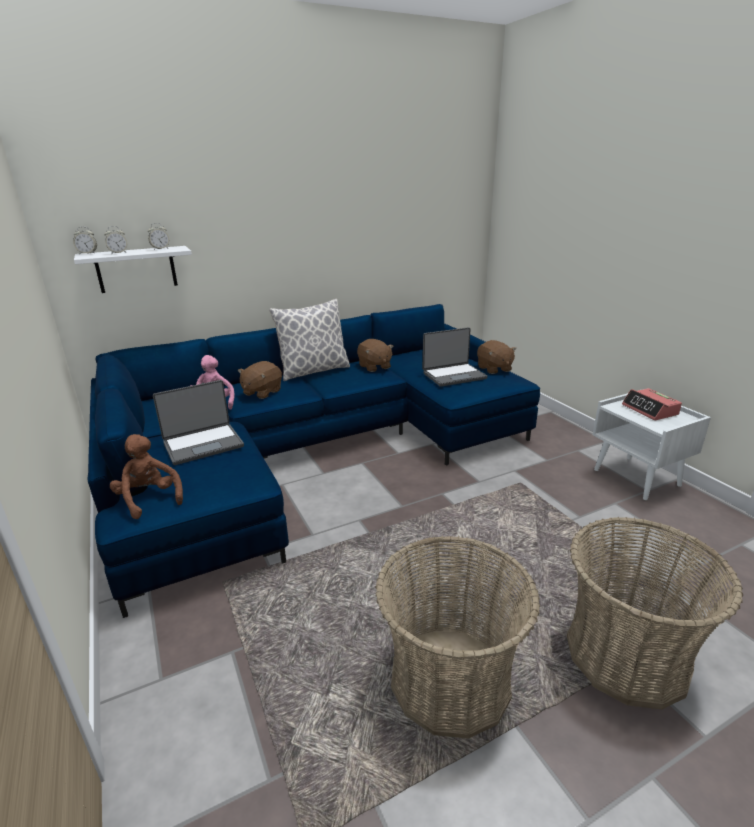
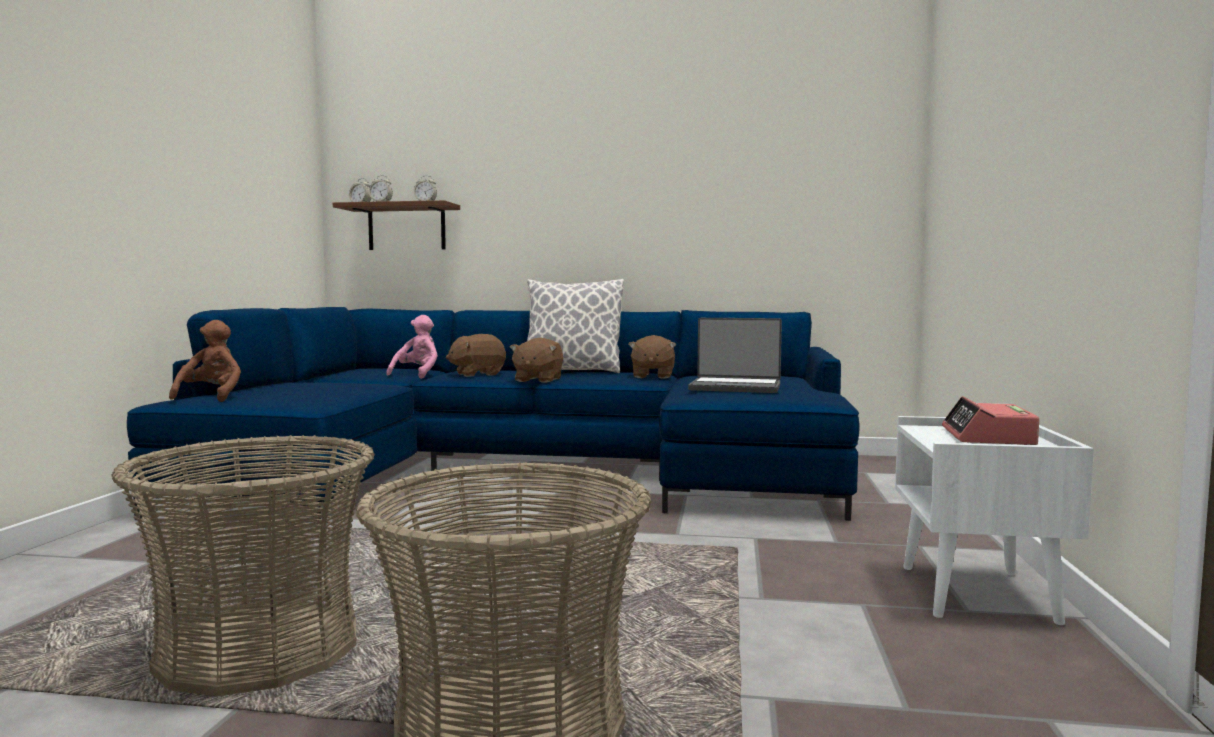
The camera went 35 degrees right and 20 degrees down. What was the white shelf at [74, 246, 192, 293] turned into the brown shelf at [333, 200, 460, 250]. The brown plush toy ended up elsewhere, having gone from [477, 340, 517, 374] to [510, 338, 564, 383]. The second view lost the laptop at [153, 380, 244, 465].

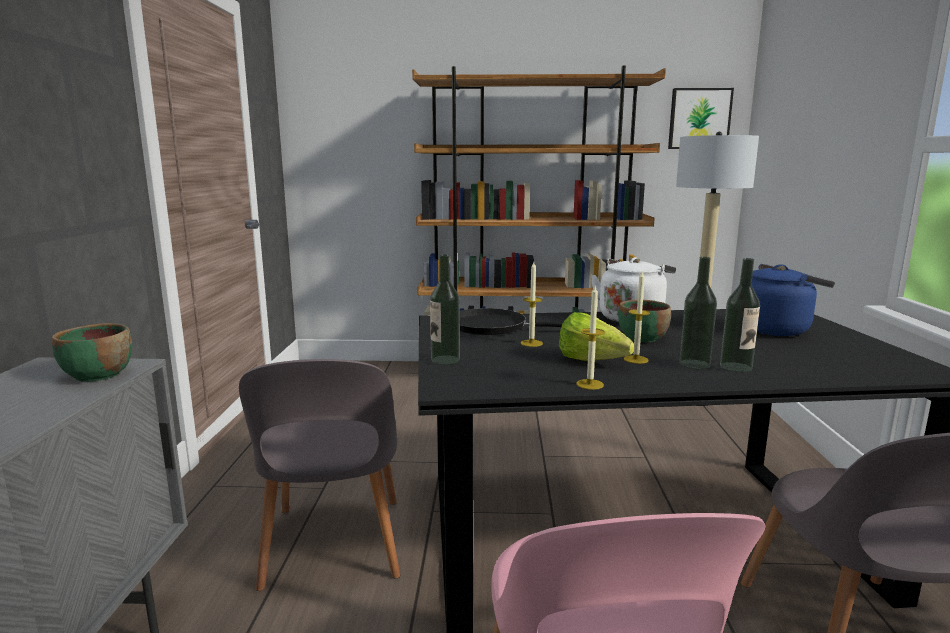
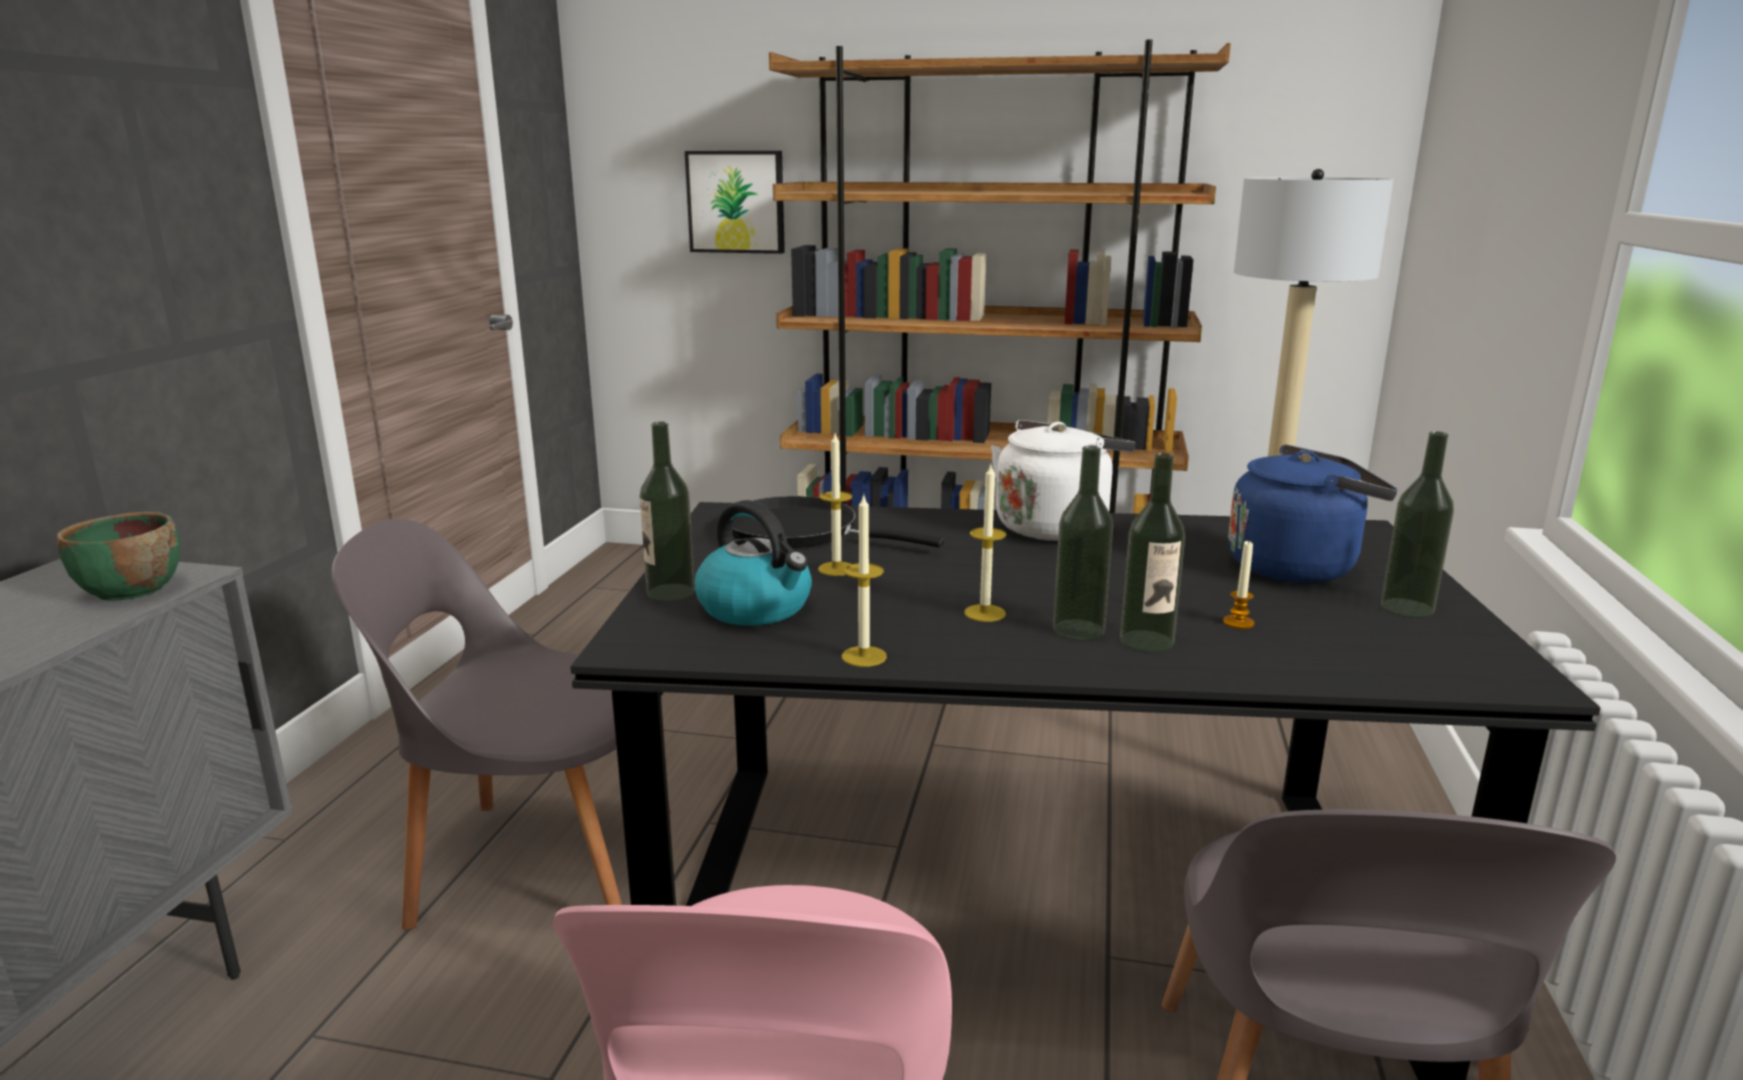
The camera went 10 degrees right and 5 degrees up. The picture ended up elsewhere, having gone from [668, 88, 734, 149] to [685, 151, 785, 254]. The second view lost the green bowl at [618, 300, 671, 342]. The second view lost the lettuce at [559, 312, 634, 361]. The grey chair at [239, 359, 400, 591] ended up facing another way, 90 degrees clockwise from before. The second view gained the bottle at [1381, 431, 1454, 618]. The second view gained the kettle at [695, 500, 812, 626]. The second view gained the candle at [1223, 541, 1254, 629].

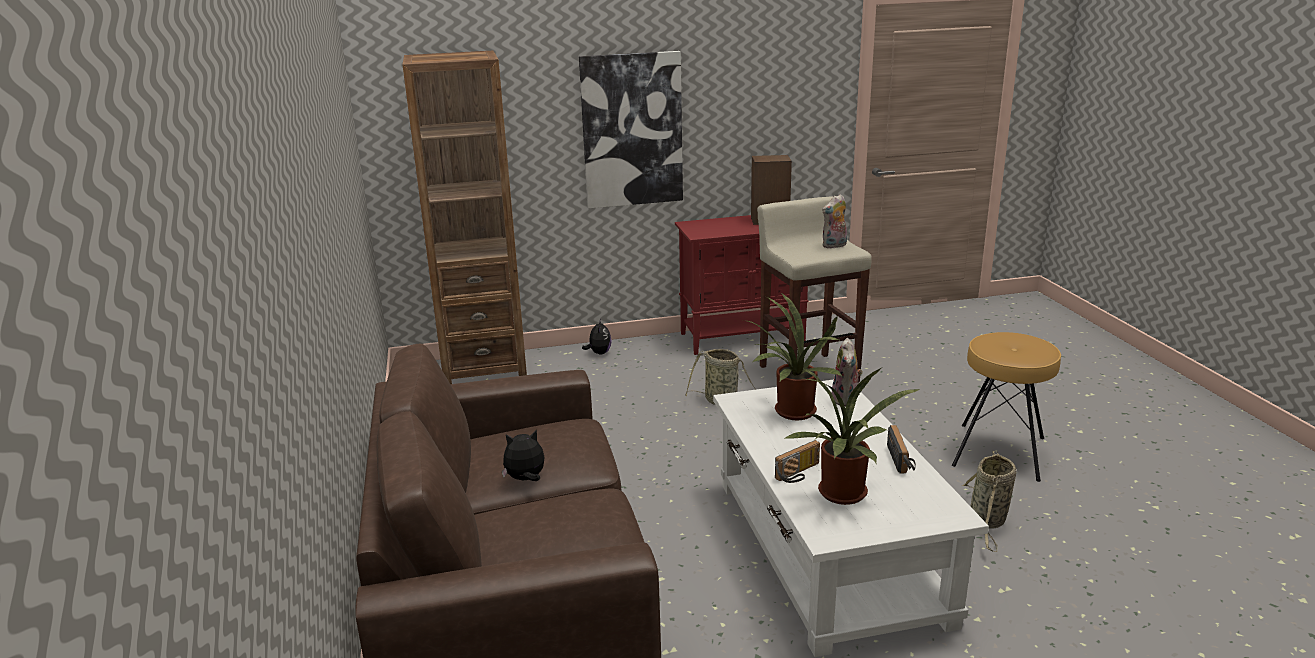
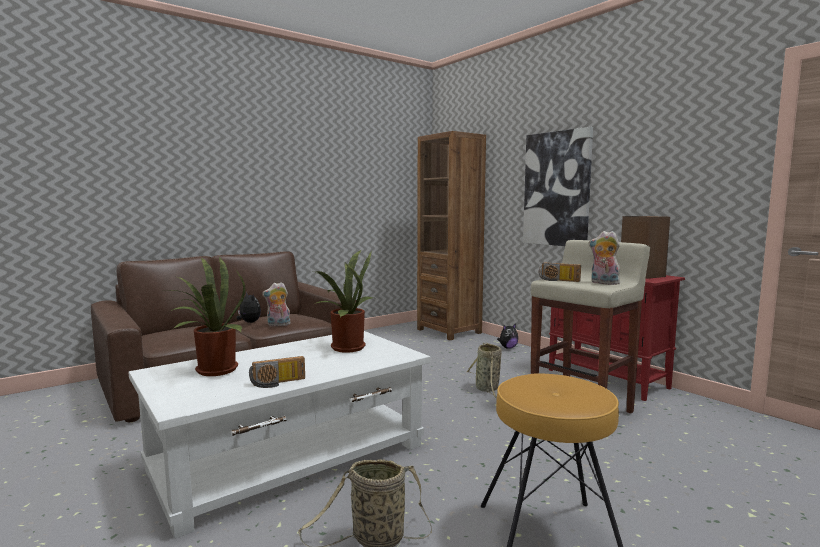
The camera went 65 degrees right and 15 degrees down. The plush toy ended up elsewhere, having gone from [832, 338, 863, 406] to [262, 282, 291, 327]. The radio ended up elsewhere, having gone from [775, 440, 820, 483] to [539, 262, 581, 282].

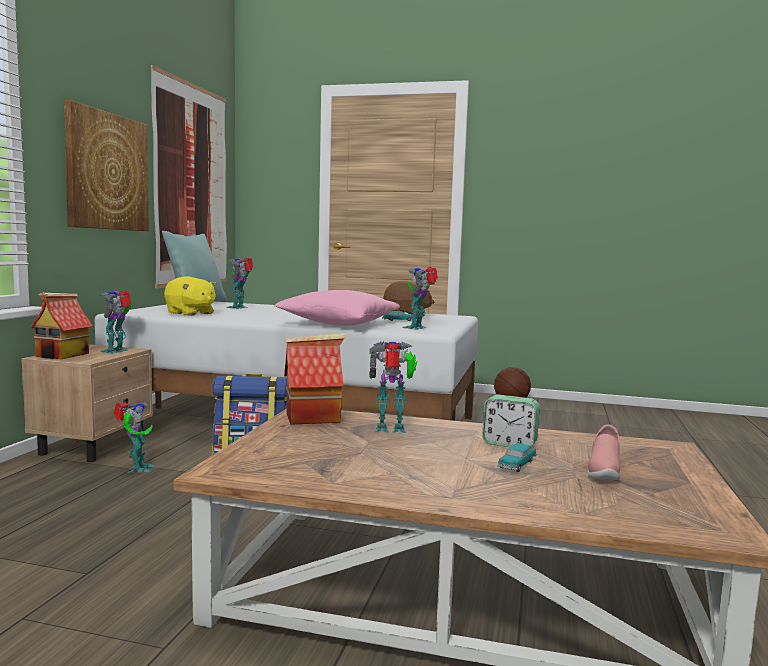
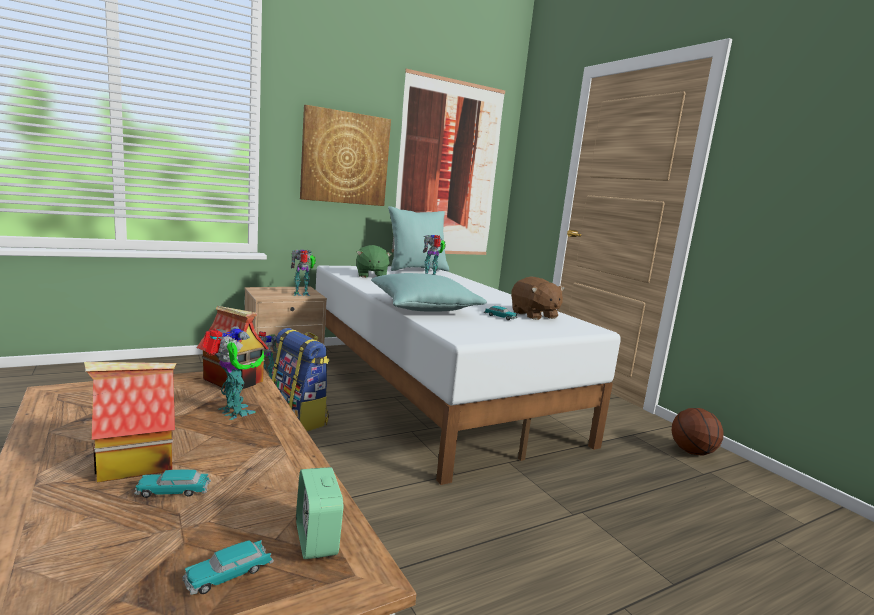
The camera went 45 degrees right and 5 degrees up. The second view lost the toy robot at [402, 267, 438, 330]. What was the yellow plush toy at [164, 276, 216, 316] turned into the green plush toy at [356, 245, 392, 278]. What was the pink pillow at [274, 290, 400, 326] turned into the turquoise pillow at [371, 273, 487, 312]. The toy house ended up elsewhere, having gone from [30, 293, 93, 359] to [84, 362, 177, 483]. The alarm clock ended up elsewhere, having gone from [482, 395, 540, 447] to [296, 467, 343, 559]. The second view lost the pink shoe at [587, 424, 620, 480]. The second view gained the toy car at [182, 540, 274, 595].

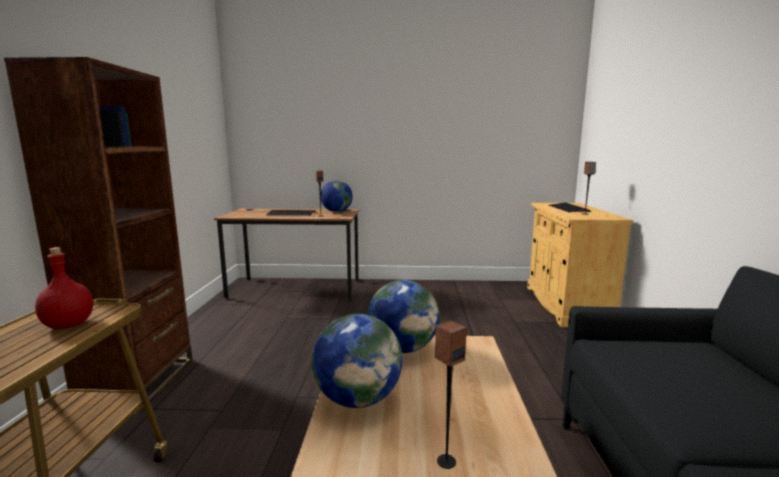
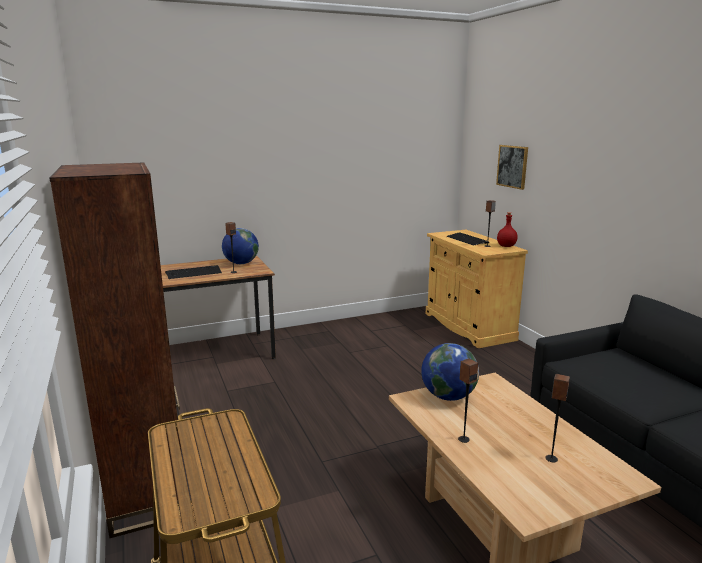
The camera went 25 degrees left and 5 degrees up. The red bottle ended up elsewhere, having gone from [35, 247, 93, 329] to [497, 212, 518, 247]. Where the globe stood at [312, 314, 402, 408], the speaker came to stand at [458, 358, 478, 443]. The second view gained the picture at [496, 145, 528, 190].

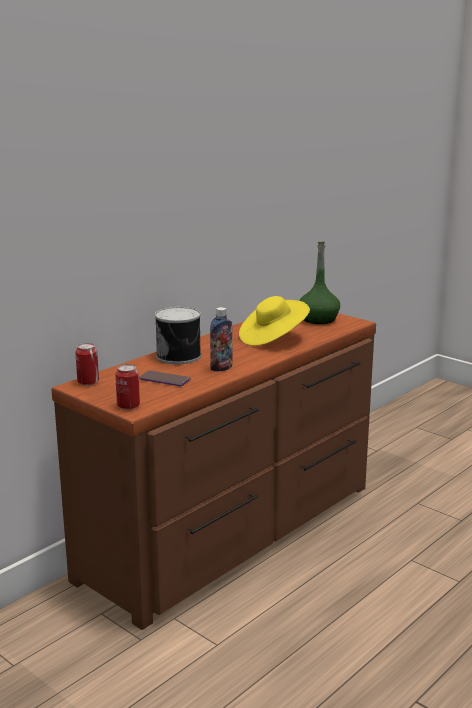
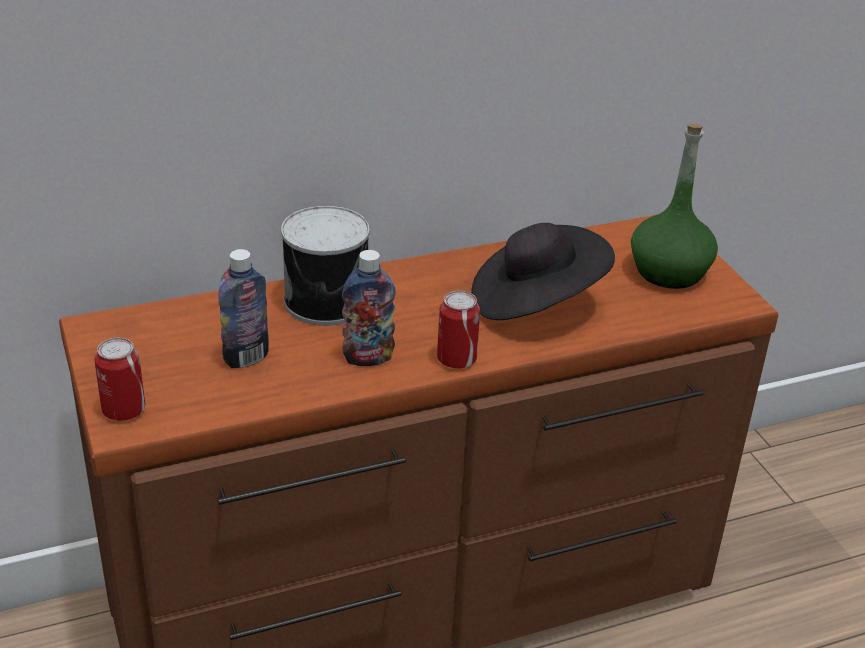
The camera went 25 degrees right and 15 degrees up. What was the yellow hat at [239, 296, 310, 346] turned into the black hat at [471, 223, 615, 320]. The can ended up elsewhere, having gone from [76, 343, 99, 386] to [437, 291, 480, 369]. Where the phone stood at [139, 370, 191, 386], the bottle came to stand at [219, 249, 269, 368].

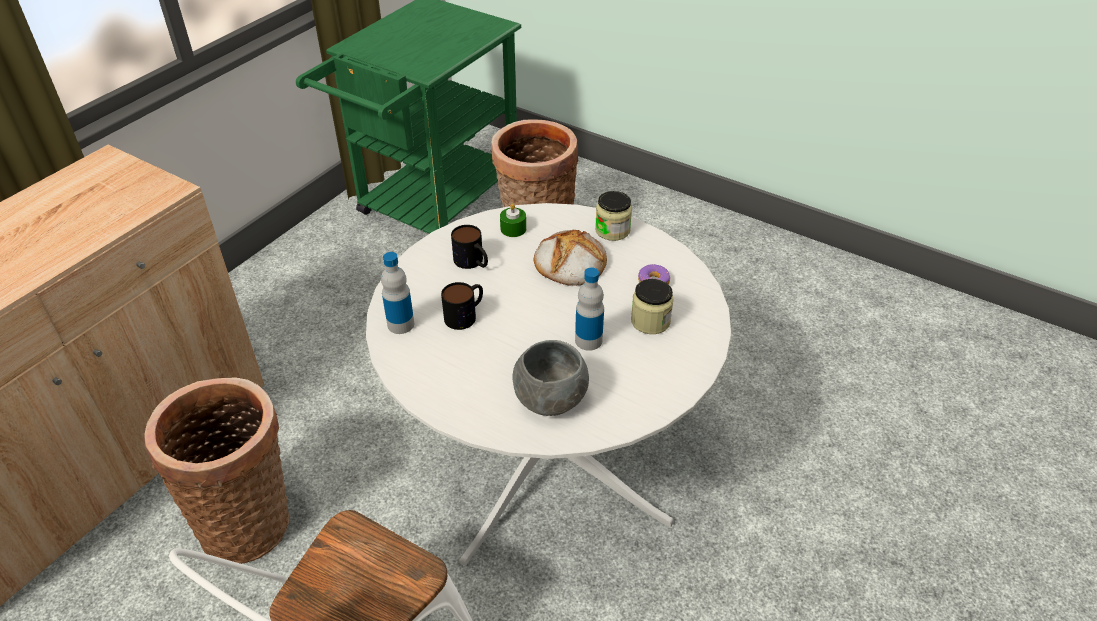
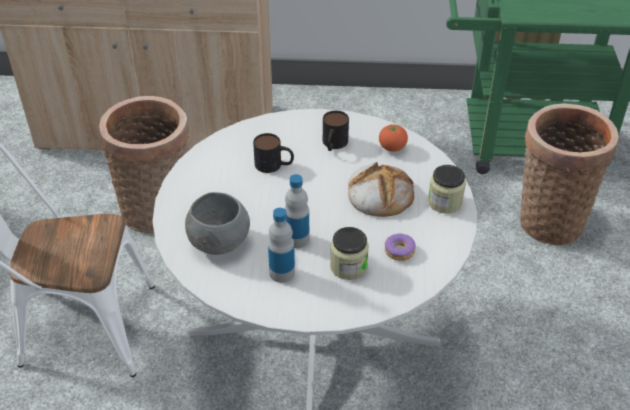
The camera went 60 degrees right and 0 degrees up. Where the green candle stood at [500, 203, 526, 237], the tomato came to stand at [379, 124, 408, 152]. The bottle ended up elsewhere, having gone from [381, 252, 414, 334] to [268, 208, 295, 283].

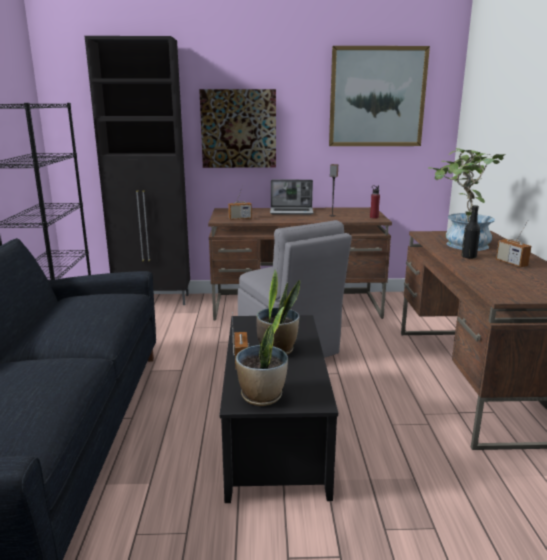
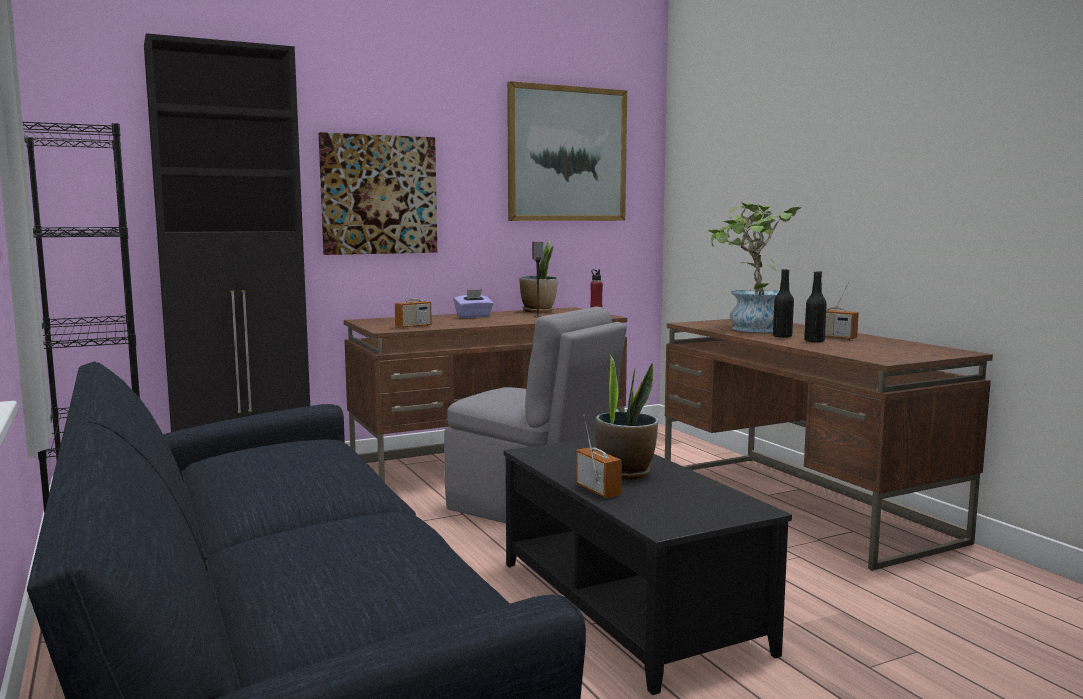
The camera went 25 degrees left and 10 degrees down. Where the laptop stood at [270, 180, 314, 215], the purple tissue box came to stand at [454, 289, 493, 318]. The potted plant ended up elsewhere, having gone from [236, 306, 288, 406] to [520, 240, 558, 313]. The second view gained the black bottle at [804, 271, 827, 343].

